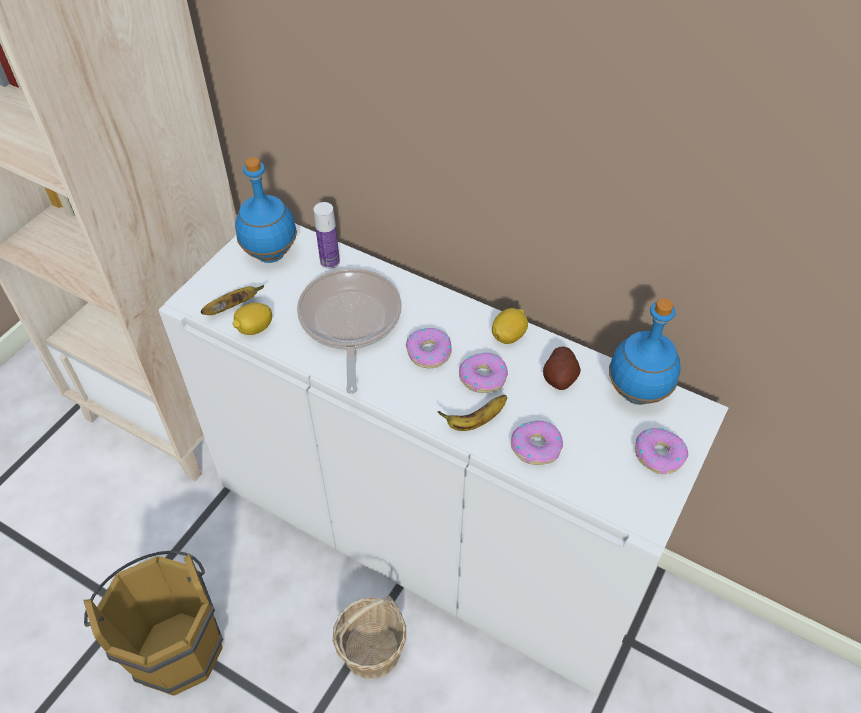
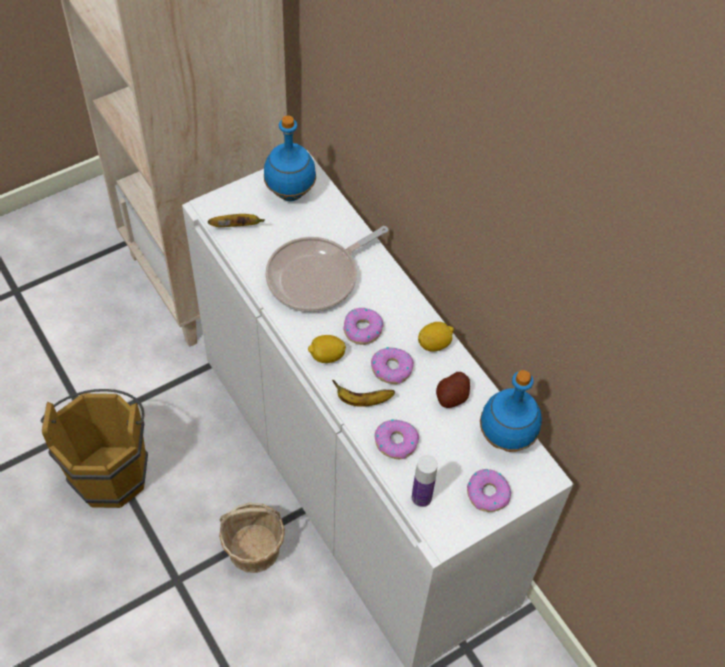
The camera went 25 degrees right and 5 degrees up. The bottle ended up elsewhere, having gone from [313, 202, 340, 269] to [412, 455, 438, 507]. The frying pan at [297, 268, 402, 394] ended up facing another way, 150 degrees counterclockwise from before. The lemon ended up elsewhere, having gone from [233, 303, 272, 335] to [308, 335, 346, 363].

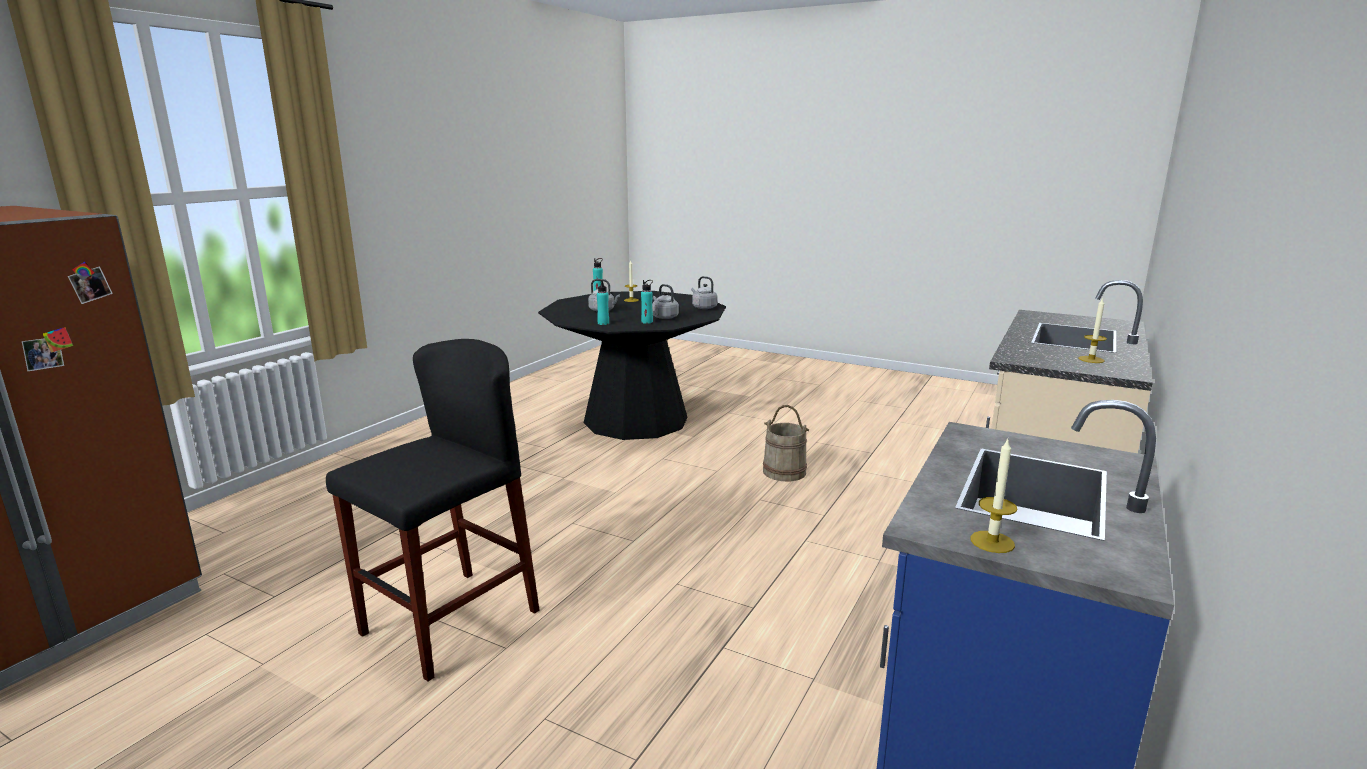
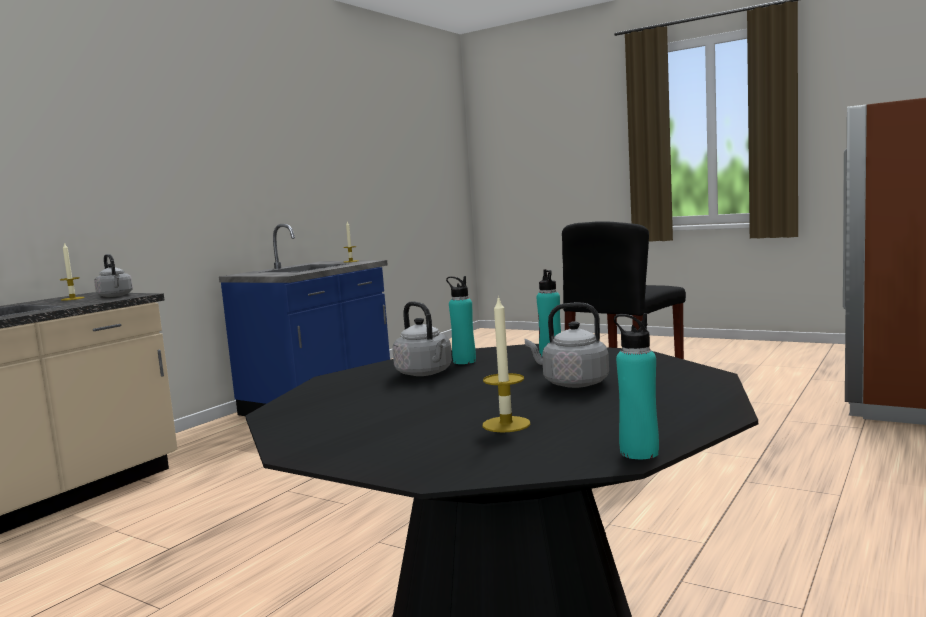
The camera went 175 degrees left and 10 degrees down. The grey kettle ended up elsewhere, having gone from [691, 276, 718, 309] to [94, 254, 133, 297]. The second view lost the beige bucket at [763, 405, 809, 481].

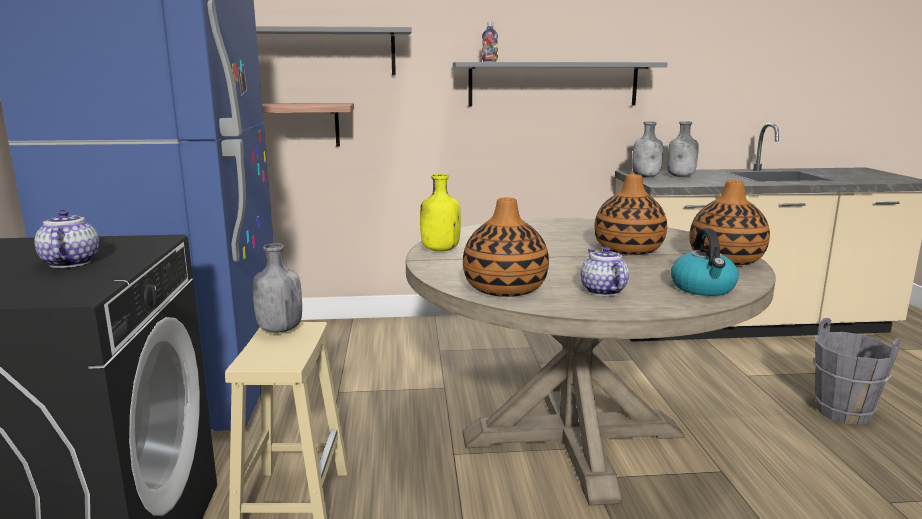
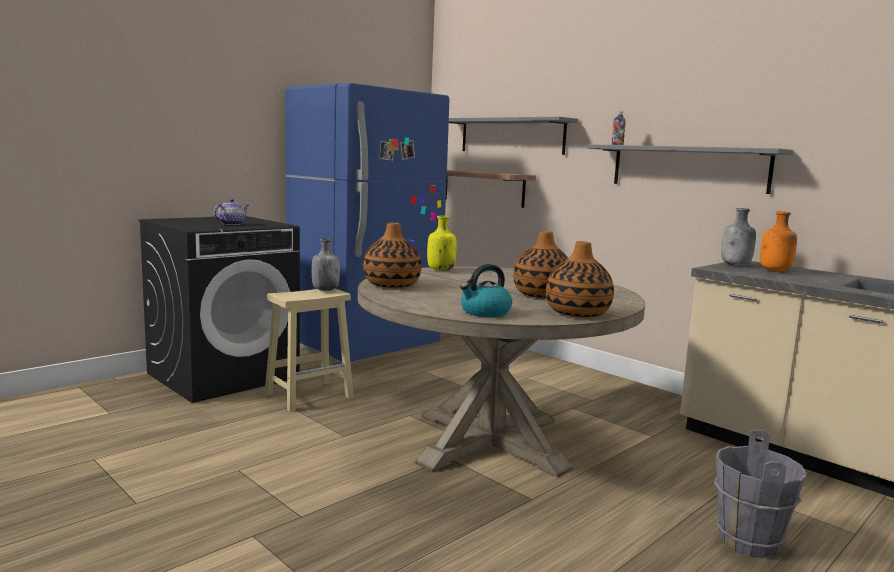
The camera went 50 degrees right and 5 degrees down. What was the grey bottle at [667, 121, 699, 177] turned into the orange bottle at [760, 211, 797, 271]. The second view lost the teapot at [580, 246, 629, 296].

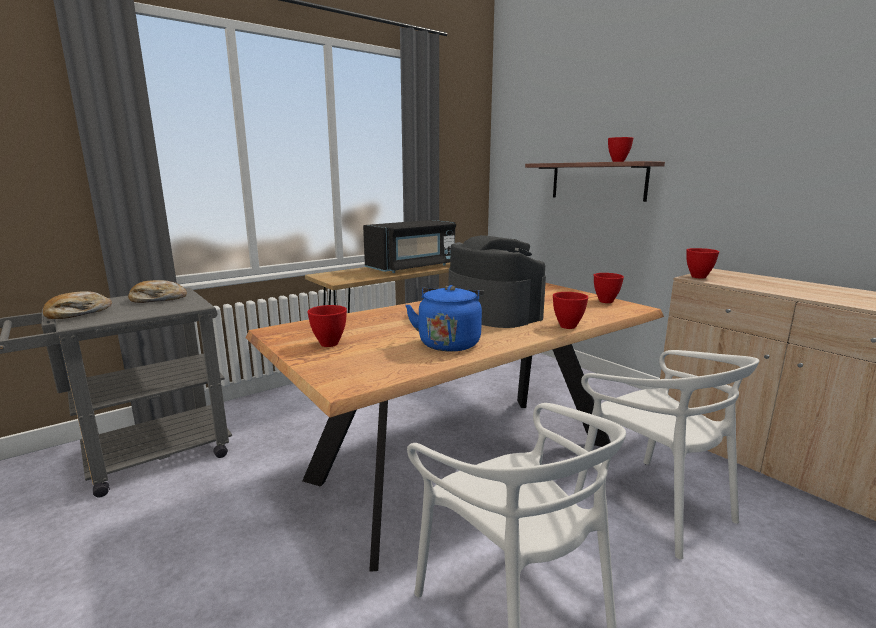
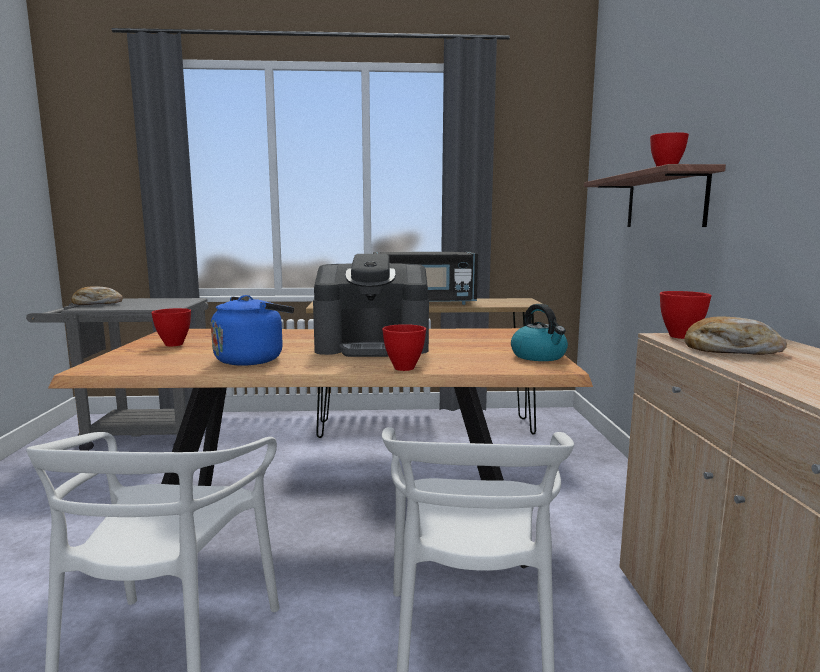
The camera went 35 degrees right and 5 degrees down. The coffee machine at [448, 235, 546, 328] ended up facing another way, 90 degrees clockwise from before. Where the red bowl stood at [594, 273, 624, 303], the kettle came to stand at [511, 304, 568, 361]. The bread ended up elsewhere, having gone from [128, 280, 187, 303] to [684, 317, 787, 355].

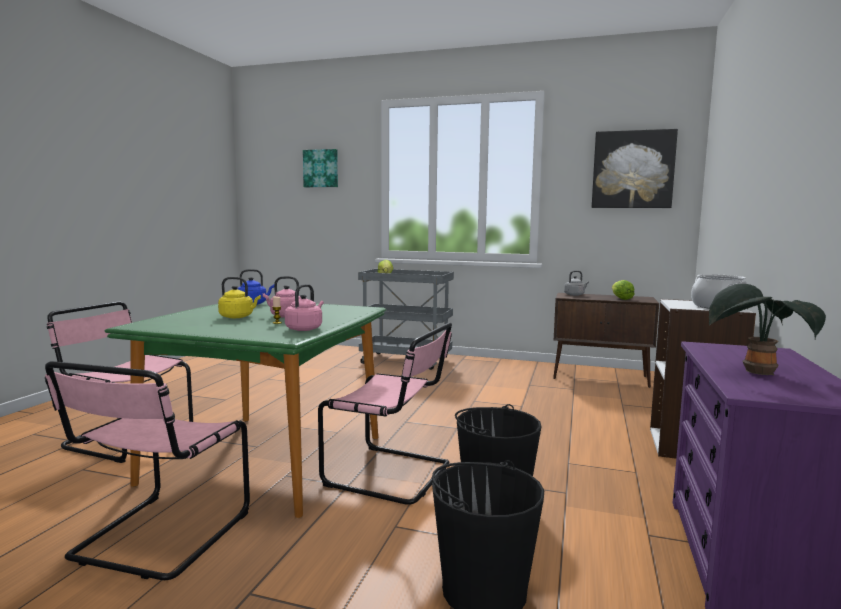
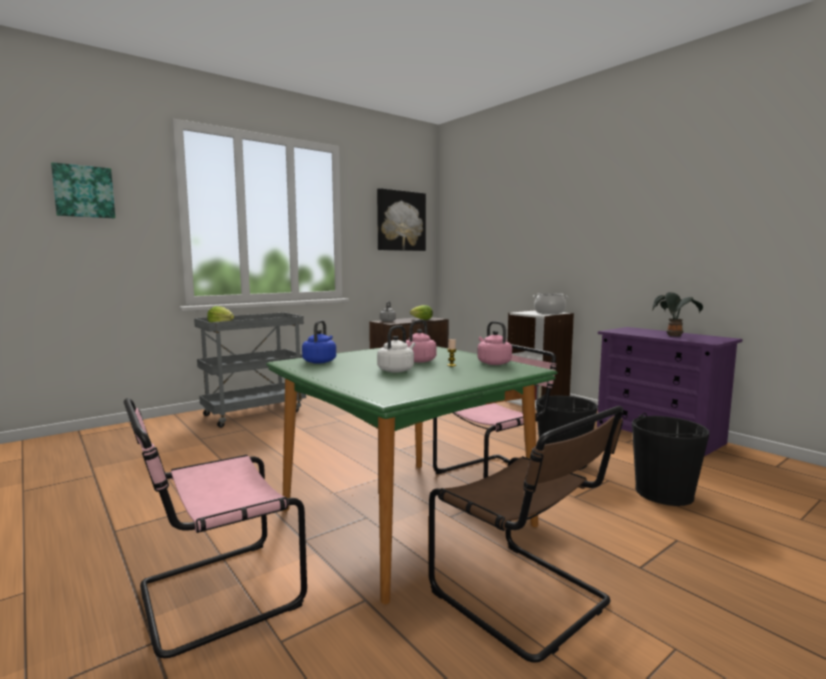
The camera went 55 degrees left and 0 degrees up. What was the yellow kettle at [218, 277, 261, 318] turned into the white kettle at [377, 325, 415, 373]. What was the pink chair at [45, 361, 250, 580] turned into the brown chair at [429, 406, 623, 663].

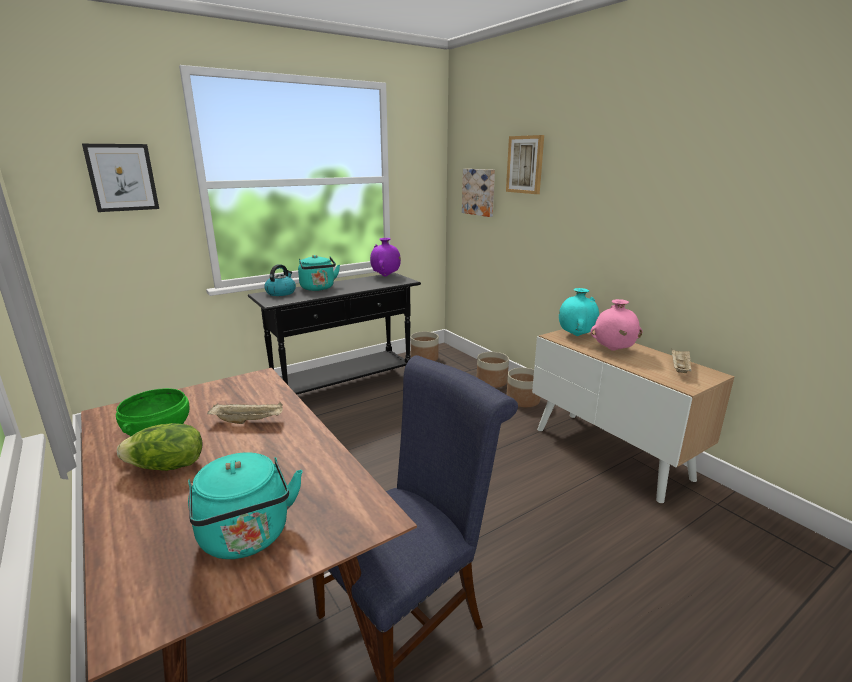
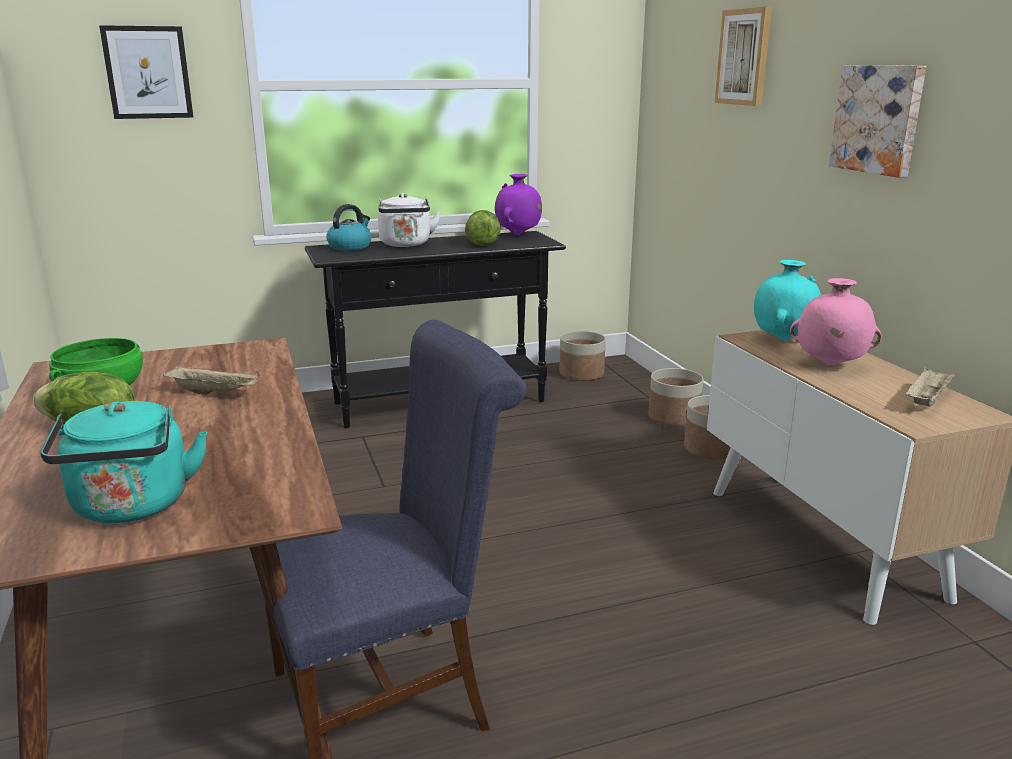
The camera went 15 degrees right and 0 degrees up. The picture ended up elsewhere, having gone from [462, 169, 495, 217] to [829, 65, 926, 178]. What was the turquoise kettle at [298, 255, 340, 291] turned into the white kettle at [378, 193, 441, 247]. The second view gained the lettuce at [465, 210, 501, 246].

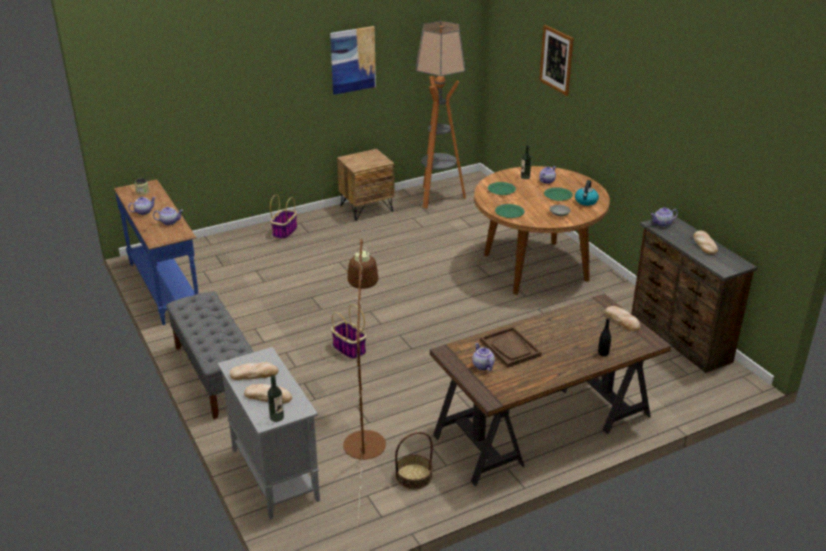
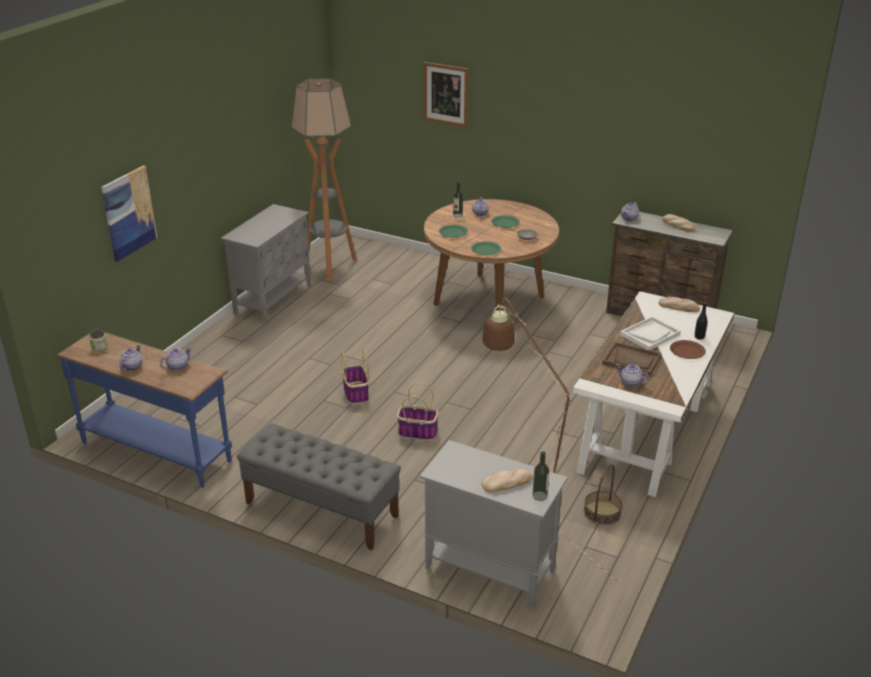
The camera went 35 degrees left and 0 degrees up. The picture ended up elsewhere, having gone from [330, 26, 376, 95] to [101, 166, 157, 262]. Where the brown nightstand stood at [337, 149, 395, 221], the grey cabinet came to stand at [221, 204, 311, 323]. The second view lost the kettle at [575, 180, 599, 206]. The basket ended up elsewhere, having gone from [270, 194, 297, 240] to [341, 349, 369, 404]. What was the brown desk at [430, 294, 671, 486] turned into the white desk at [573, 291, 734, 497]. The second view lost the bread at [230, 362, 278, 380]. The second view gained the white tray at [620, 316, 681, 350]. The second view gained the brown plate at [670, 340, 706, 359].

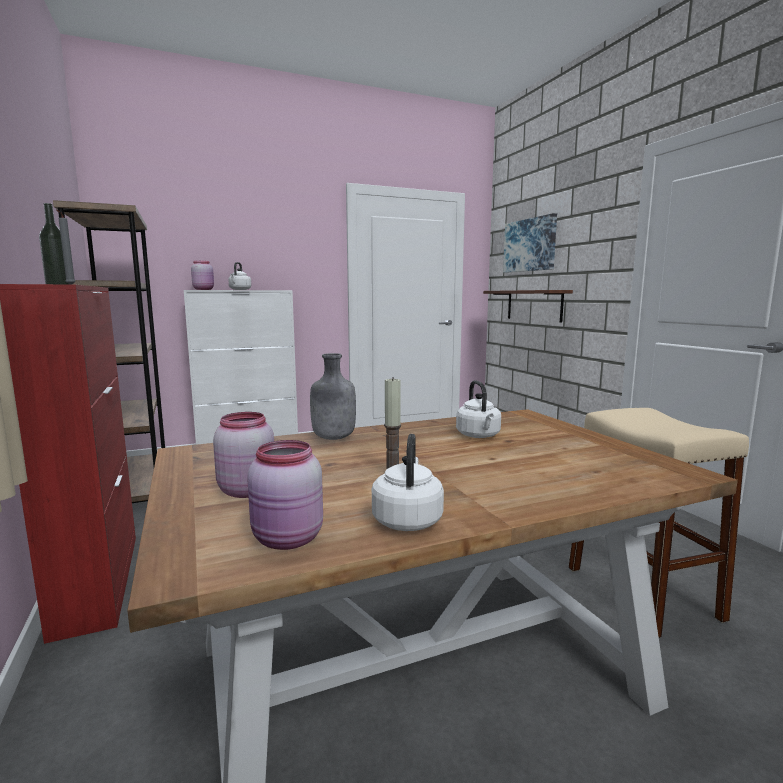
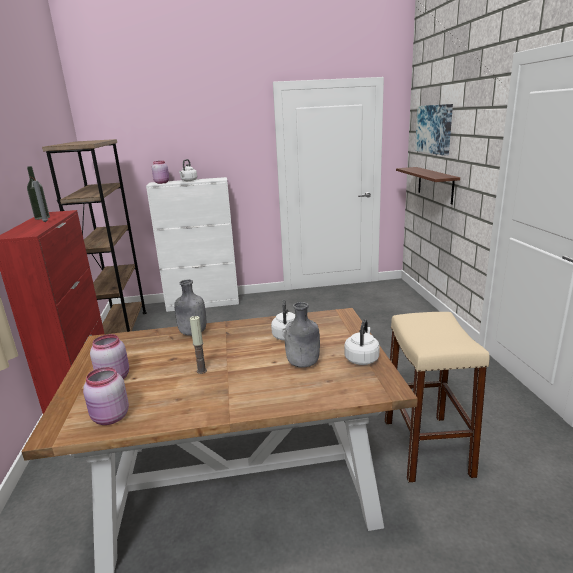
The camera went 15 degrees right and 10 degrees up. The white kettle ended up elsewhere, having gone from [372, 434, 444, 531] to [344, 319, 380, 365]. The second view gained the grey bottle at [285, 302, 320, 368].

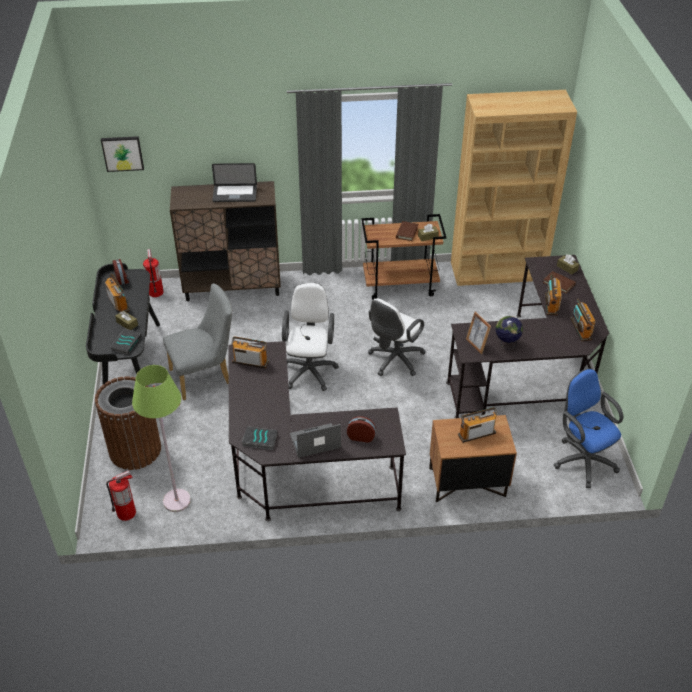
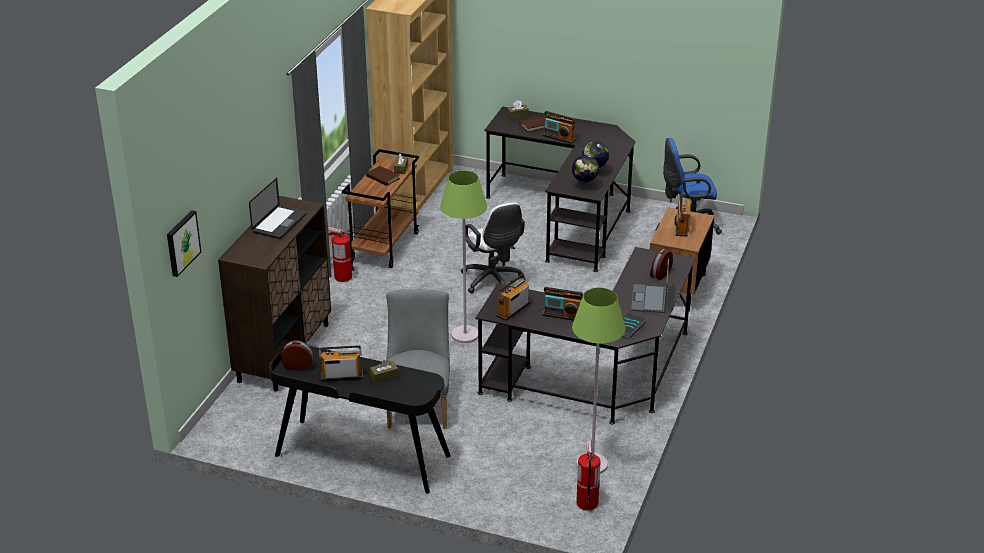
The camera went 65 degrees left and 10 degrees down. The fire extinguisher ended up elsewhere, having gone from [143, 249, 164, 297] to [328, 227, 355, 282]. Where the white office chair stood at [282, 282, 339, 391], the green floor lamp came to stand at [440, 170, 487, 343]. The radio ended up elsewhere, having gone from [570, 299, 596, 341] to [542, 287, 583, 321]. Where the picture frame stood at [466, 312, 491, 354], the globe came to stand at [572, 155, 599, 189]. The second view lost the book at [110, 328, 142, 355]. The second view lost the brown trash can at [95, 376, 161, 470].

